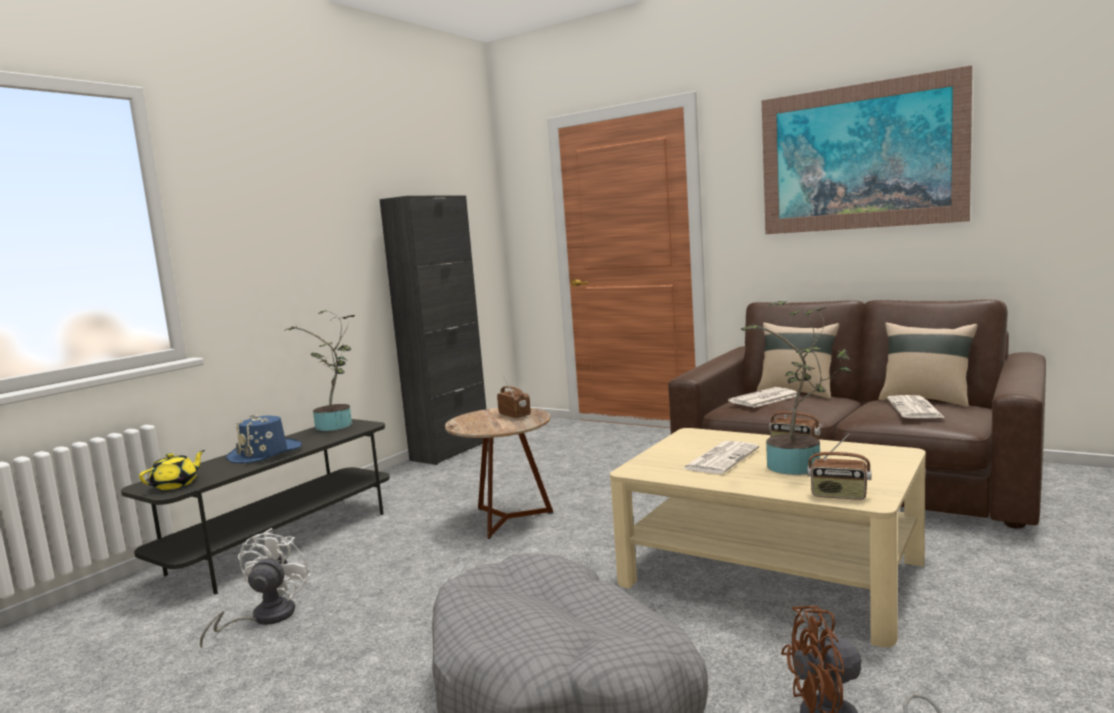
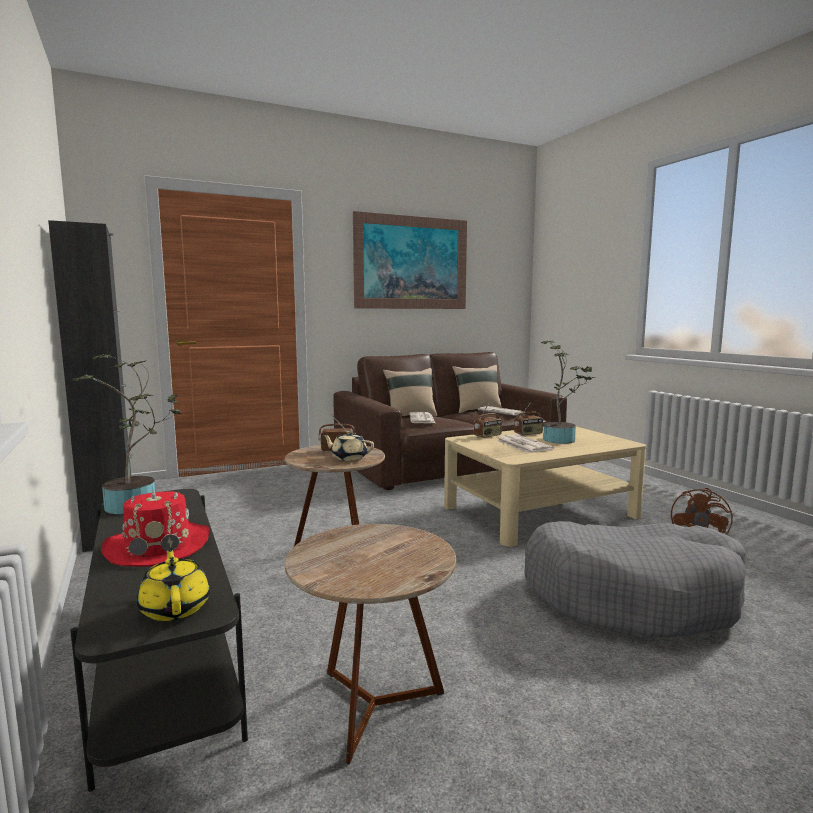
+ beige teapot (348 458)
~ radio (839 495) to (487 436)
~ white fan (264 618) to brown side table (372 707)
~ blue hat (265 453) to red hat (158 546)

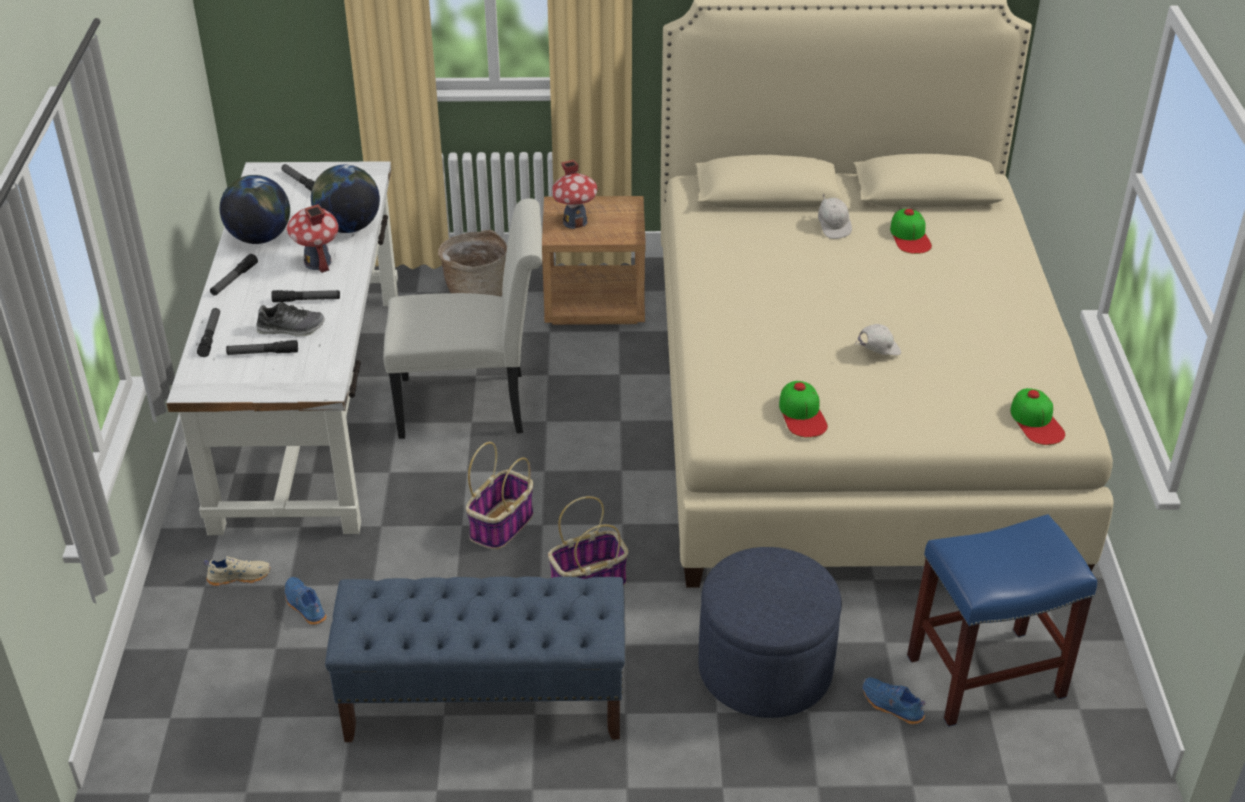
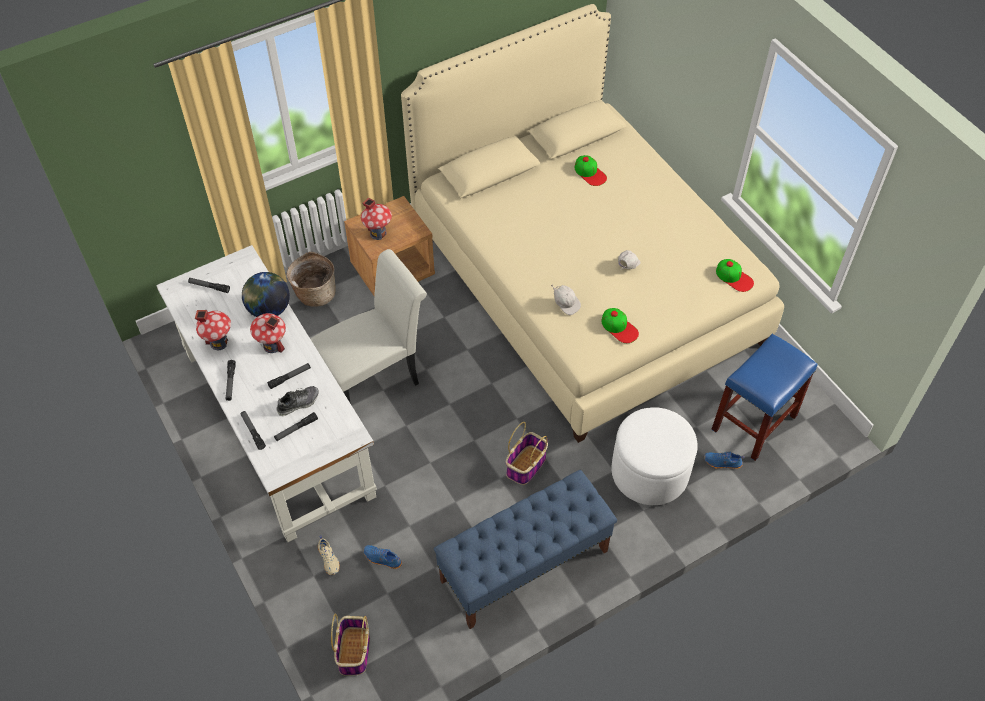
~ basket (501 526) to (354 652)
~ white cap (833 227) to (565 303)
~ globe (260 237) to toy house (219 342)
~ blue ottoman (765 669) to white ottoman (649 472)
~ beige shoe (239 576) = (329 559) 105 degrees clockwise

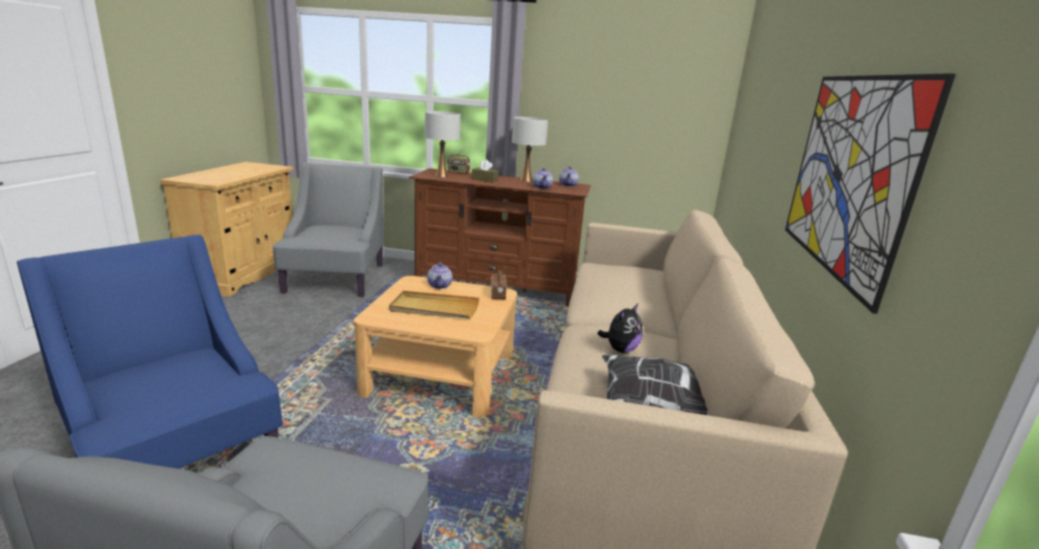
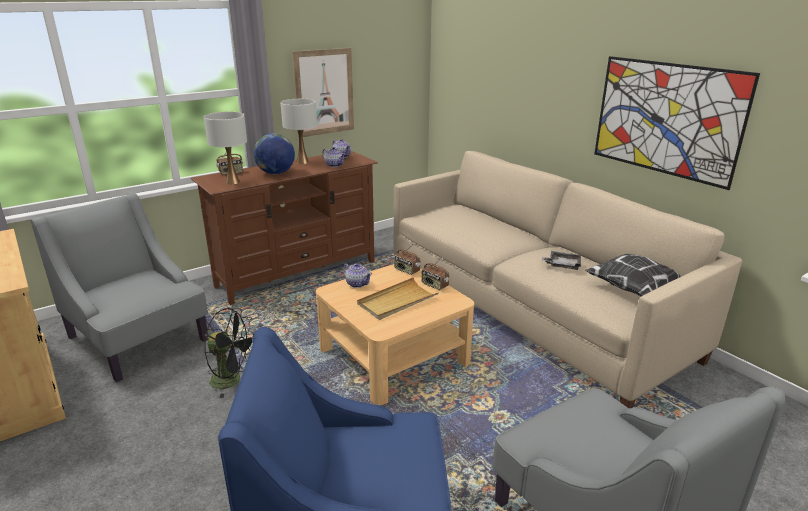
+ black fan (232 380)
+ picture (324 92)
+ radio (434 285)
~ brown tissue box (484 180) to globe (276 173)
~ plush toy (620 349) to grey tray (562 265)

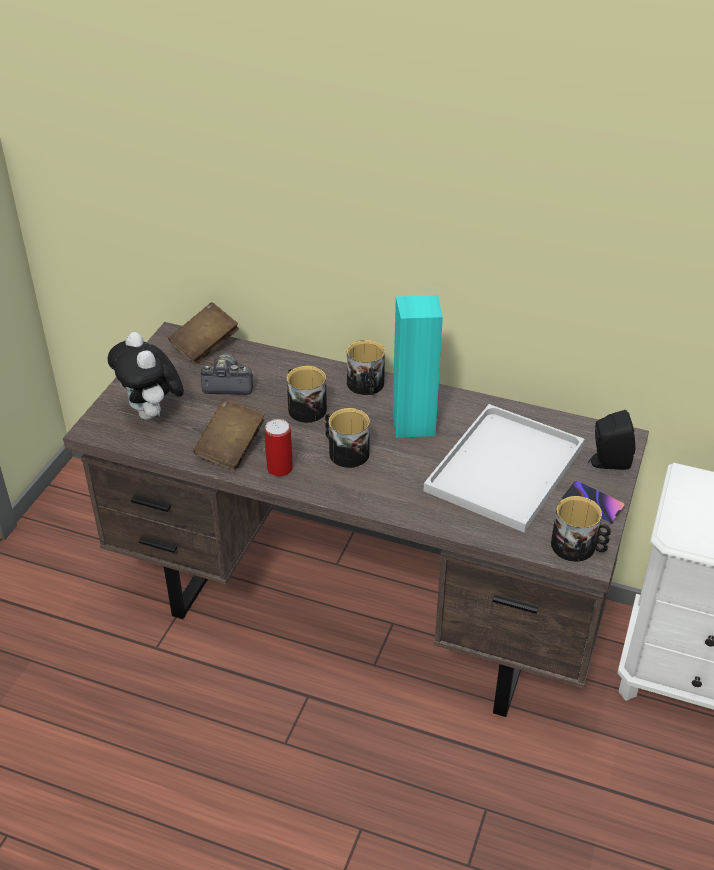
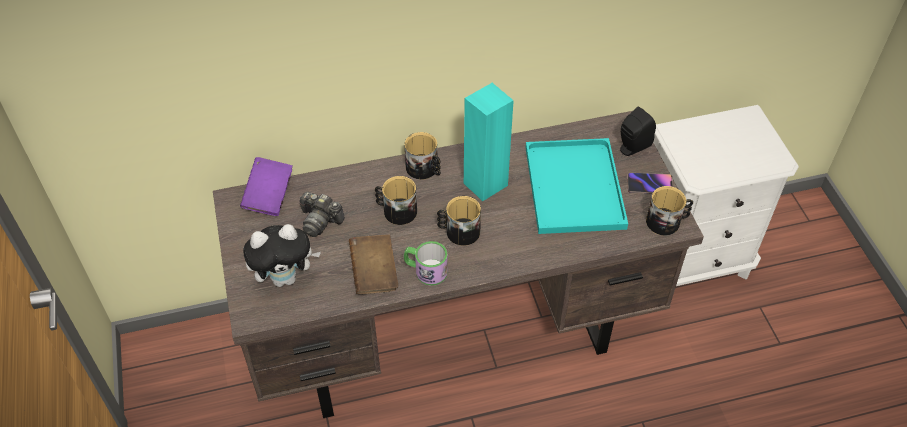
~ can (279 468) to mug (425 270)
~ brown book (205 346) to purple book (269 196)
~ white tray (505 471) to turquoise tray (576 189)
~ plush toy (152 414) = (286 277) 45 degrees counterclockwise
~ photo camera (227 384) = (320 221) 120 degrees counterclockwise

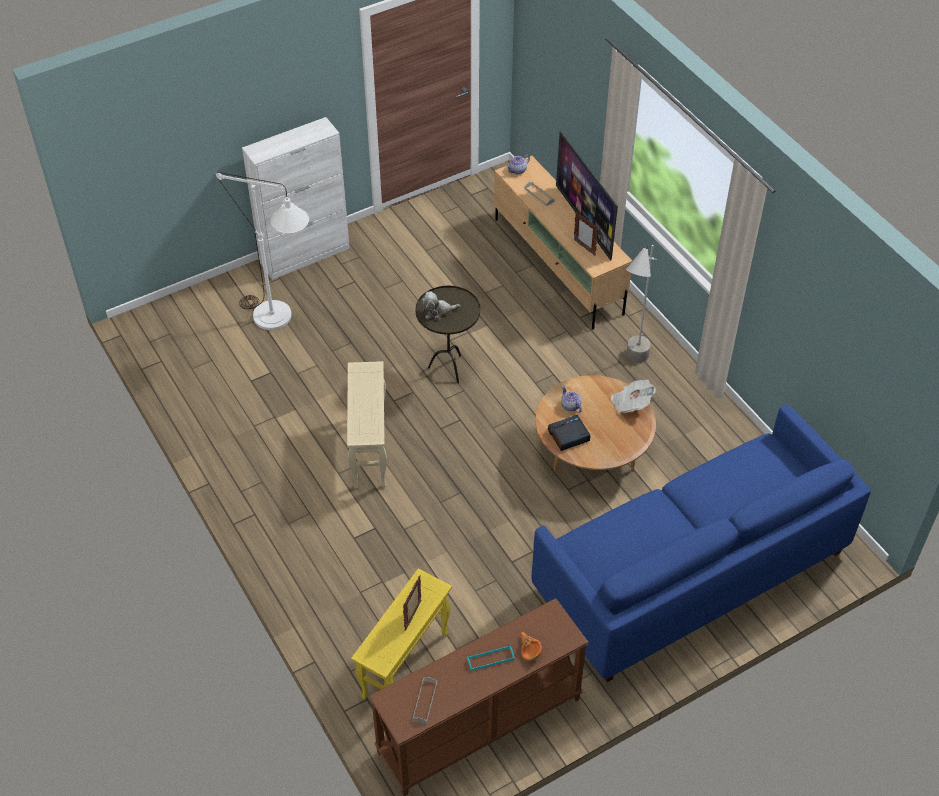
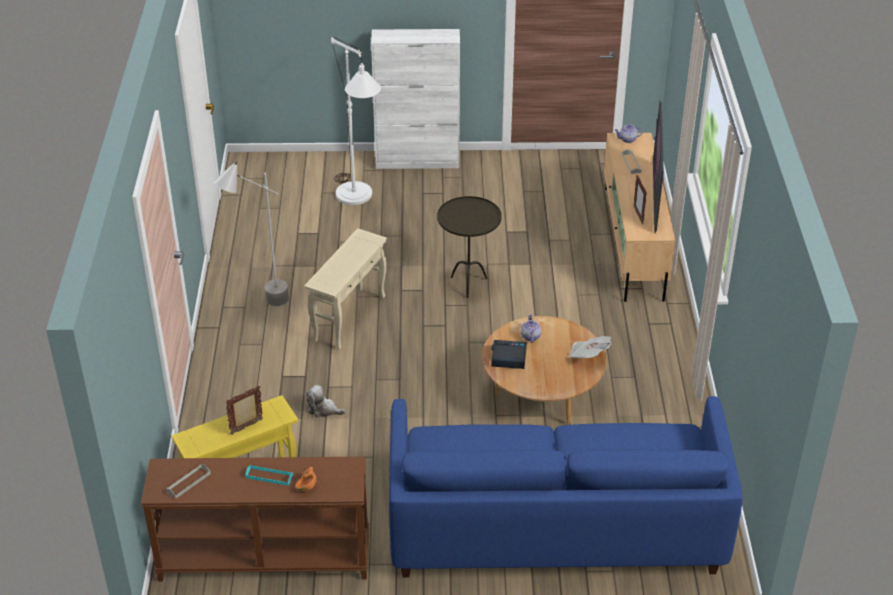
~ plush toy (438 312) to (323 410)
~ grey floor lamp (631 367) to (260 306)

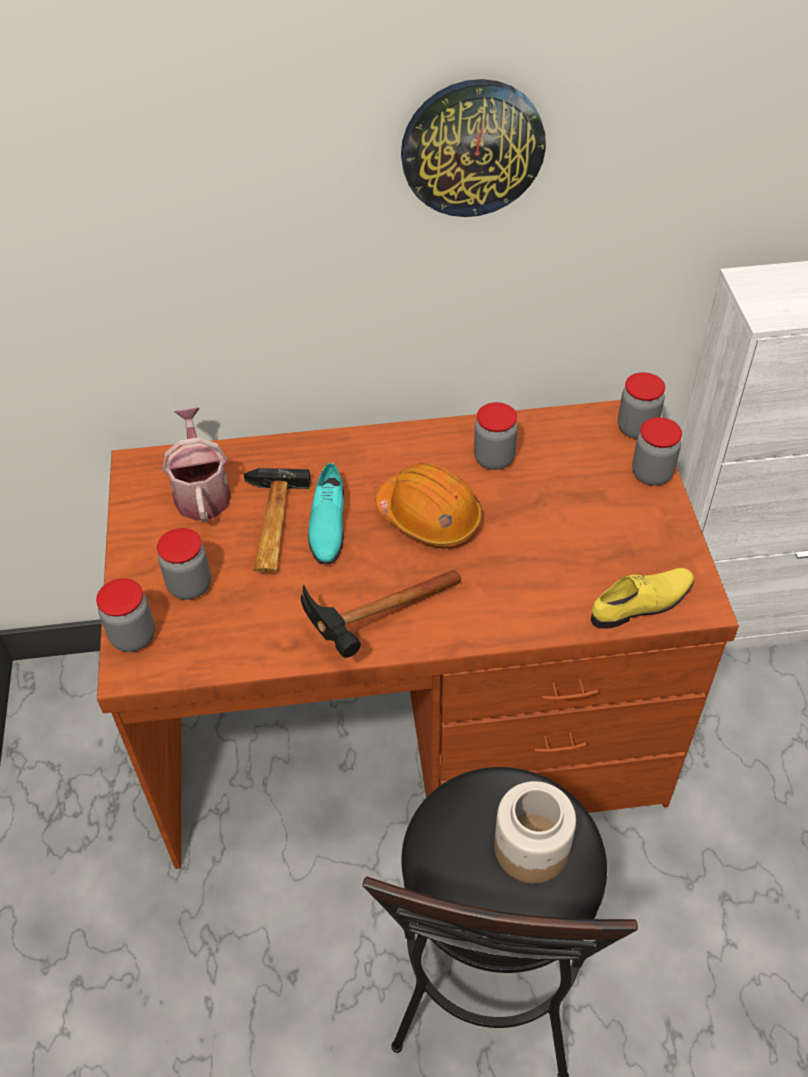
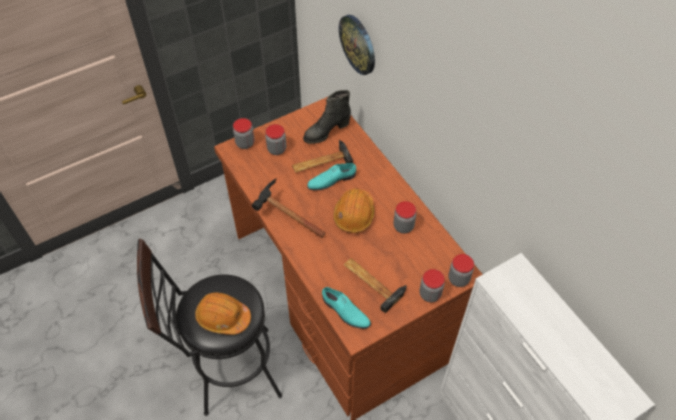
+ hammer (372 281)
~ wall clock (472 148) to (358 44)
~ watering can (201 492) to black boot (326 132)
~ jar (530 848) to orange hard hat (223 317)
~ yellow shoe (643 603) to turquoise shoe (345 312)

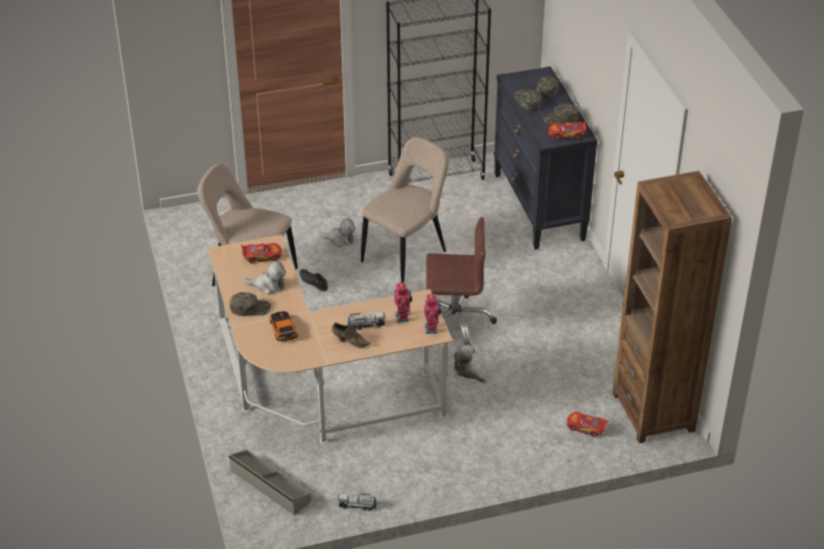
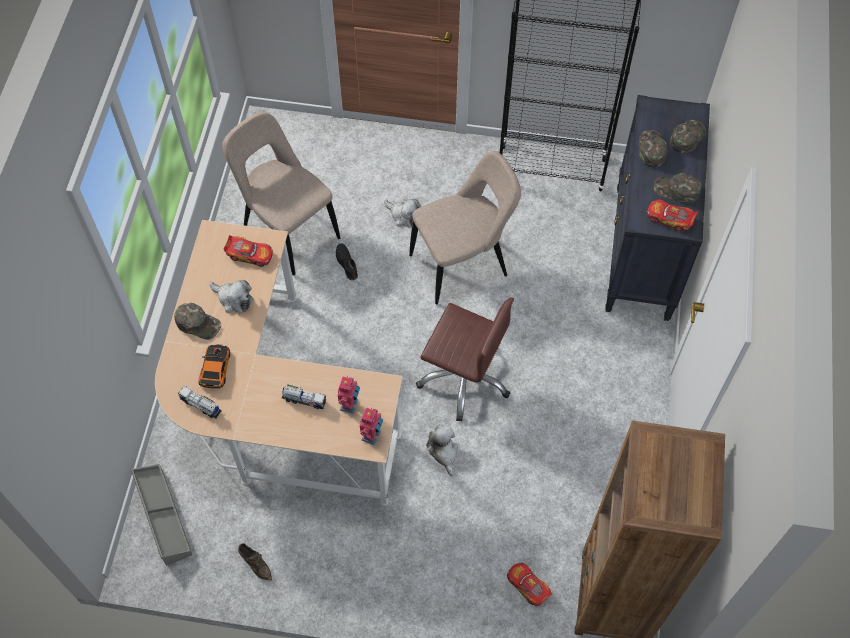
~ brown shoe (350 341) to (255 564)
~ toy truck (357 506) to (201 405)

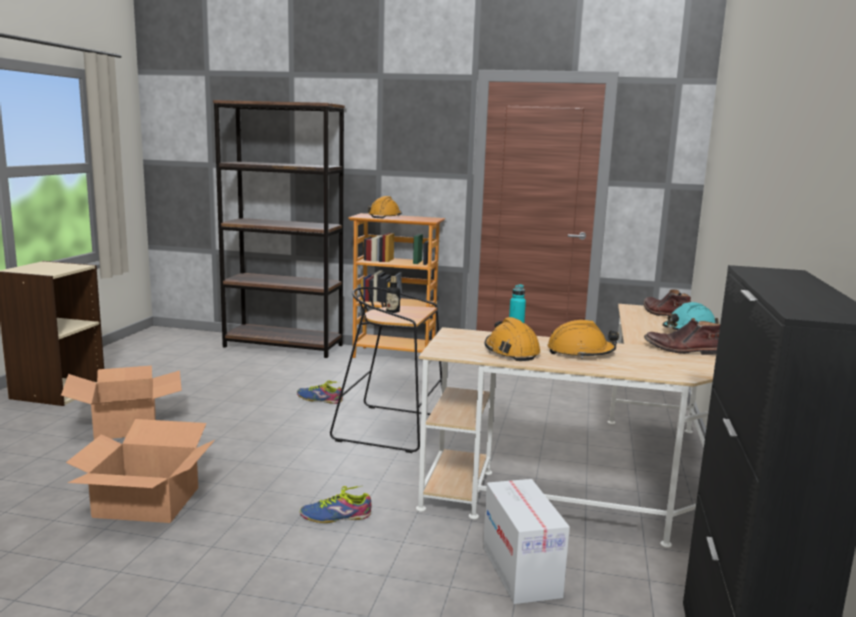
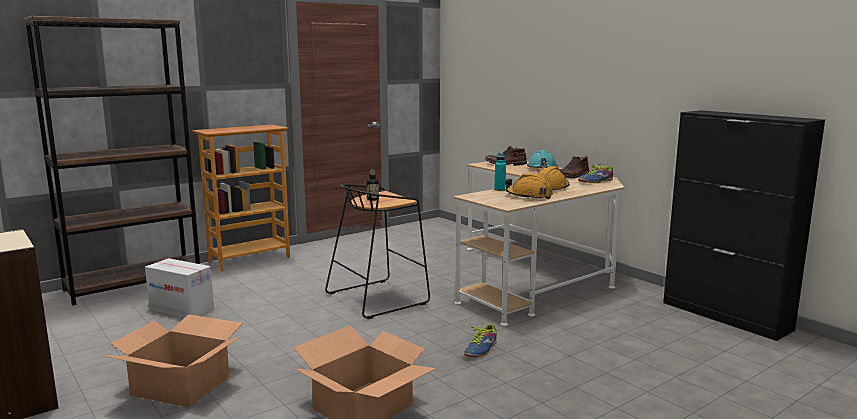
- orange hard hat (385 216)
~ shoe (319 399) to (596 181)
~ cardboard box (520 571) to (181 309)

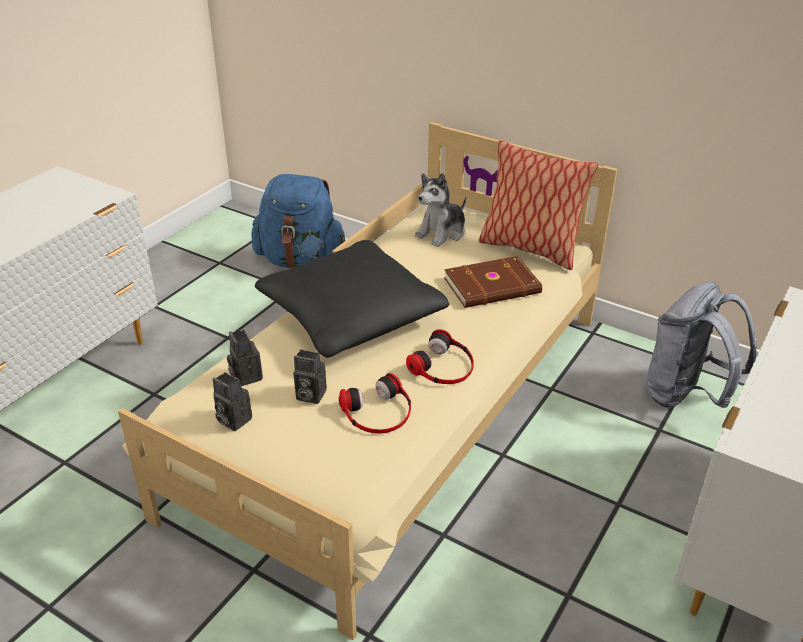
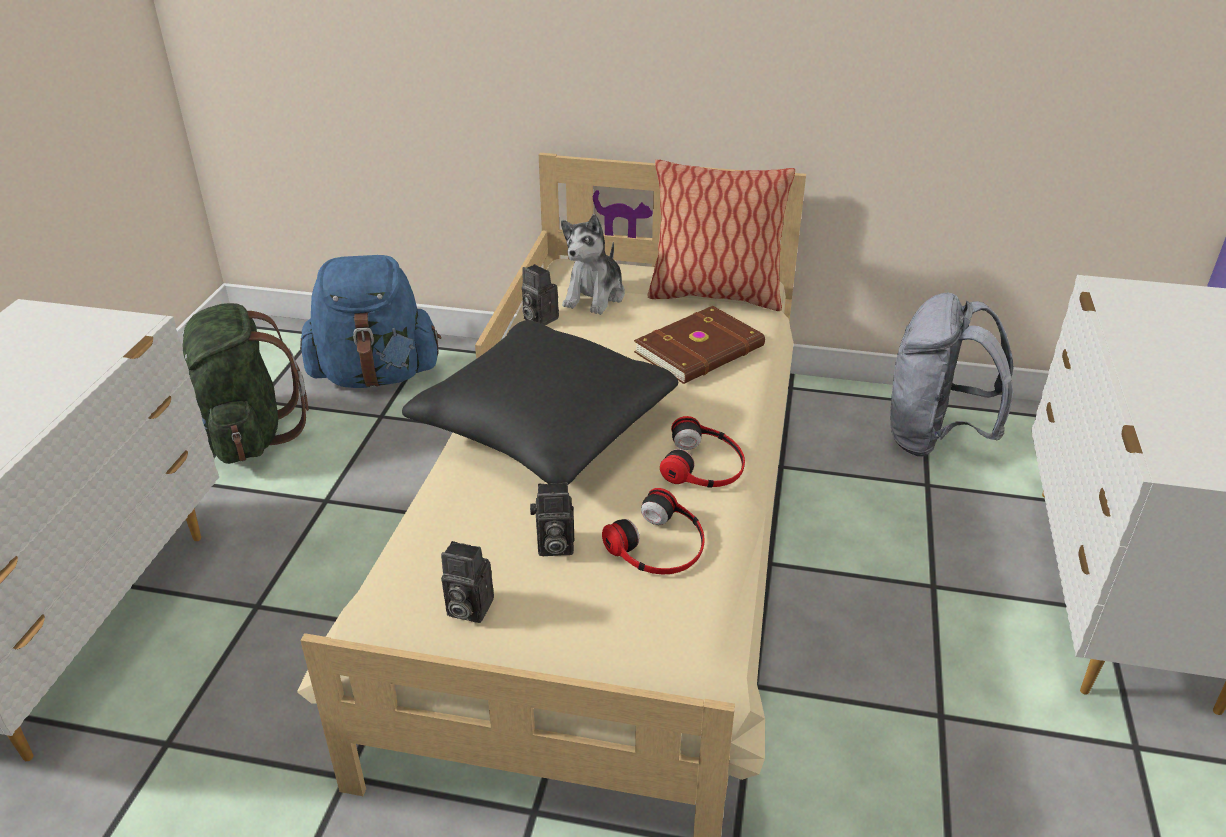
+ green backpack (245 436)
~ photo camera (245 376) to (538 318)

